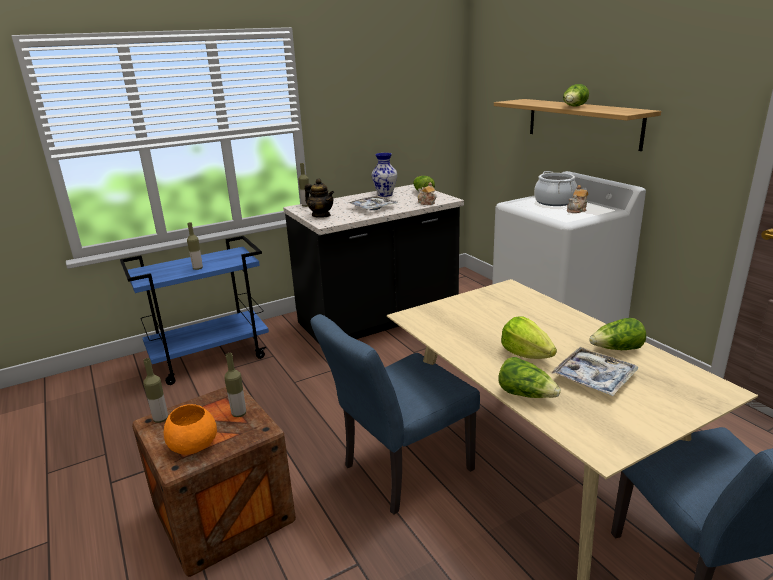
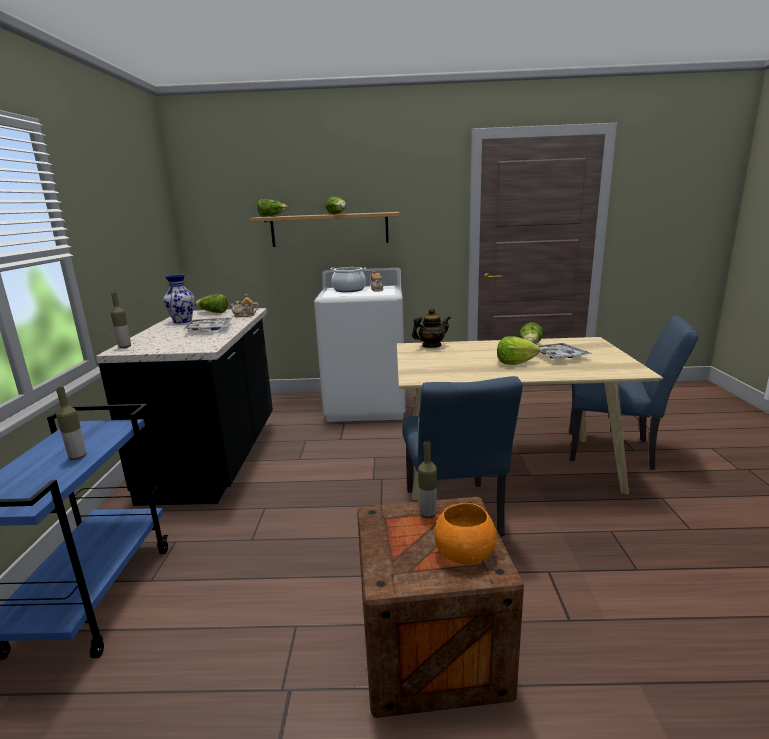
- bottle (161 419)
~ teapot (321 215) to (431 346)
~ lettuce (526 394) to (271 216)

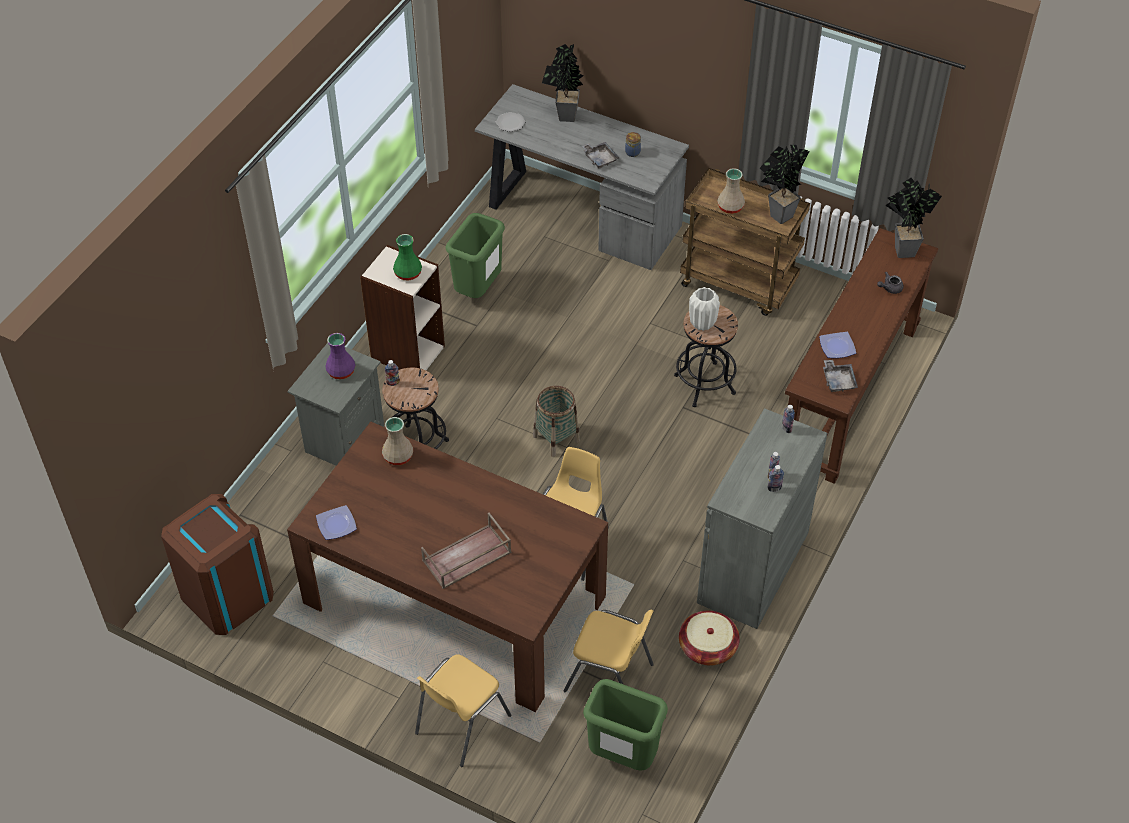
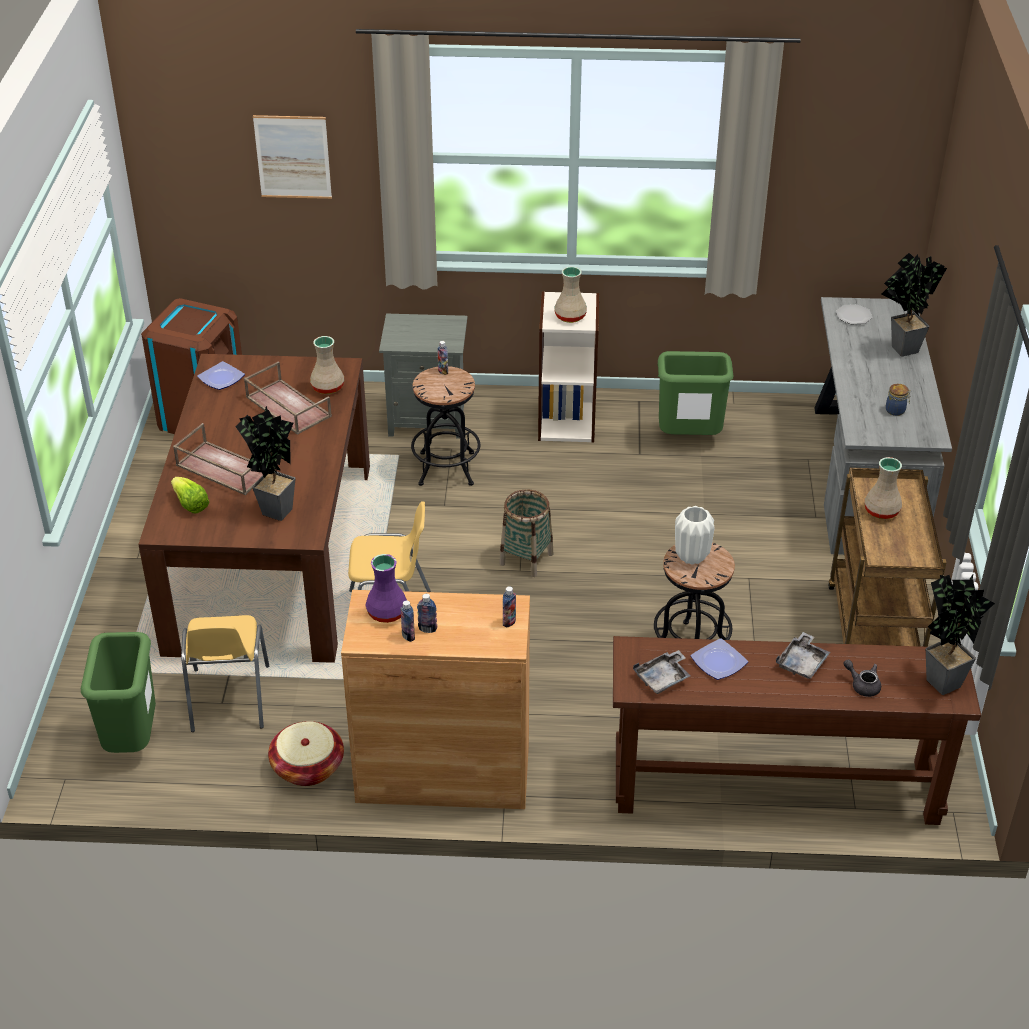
- yellow chair (461 724)
+ lettuce (190 504)
+ brown tray (287 406)
+ picture (293 157)
~ purple vase (340 371) to (387 612)
~ grey tray (600 158) to (802 662)
~ potted plant (777 216) to (274 508)
~ green vase (408 272) to beige vase (571 316)
~ grey cabinet (753 567) to brown cabinet (443 773)

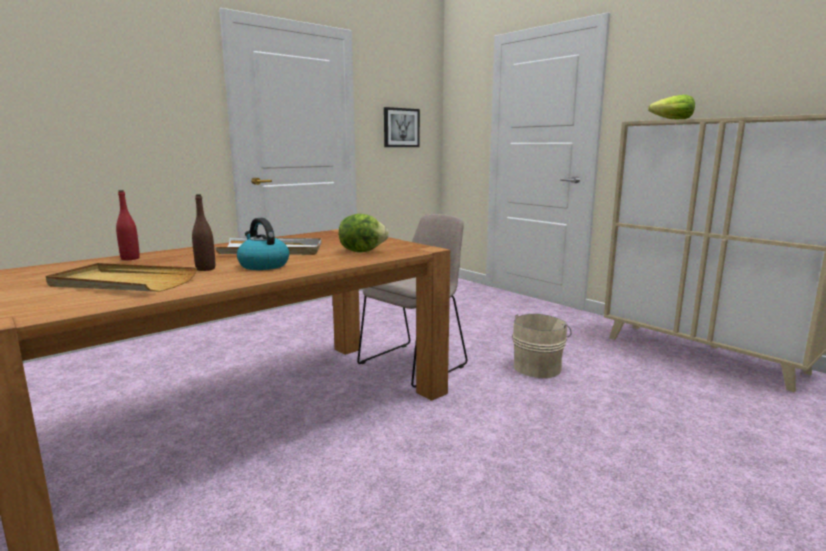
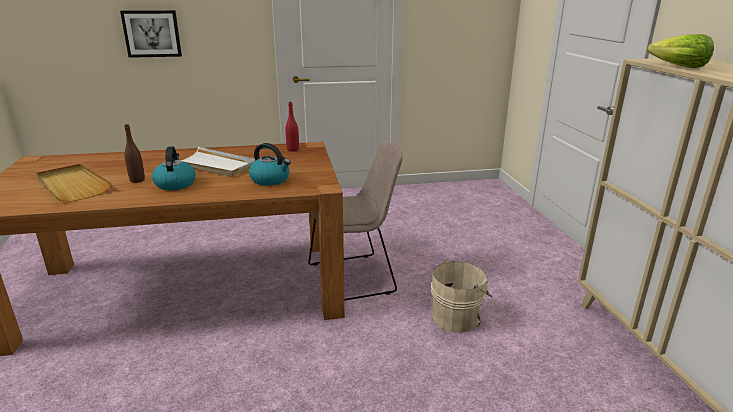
~ red bottle (130 258) to (293 149)
~ picture (401 128) to (152 33)
~ lettuce (362 251) to kettle (270 180)

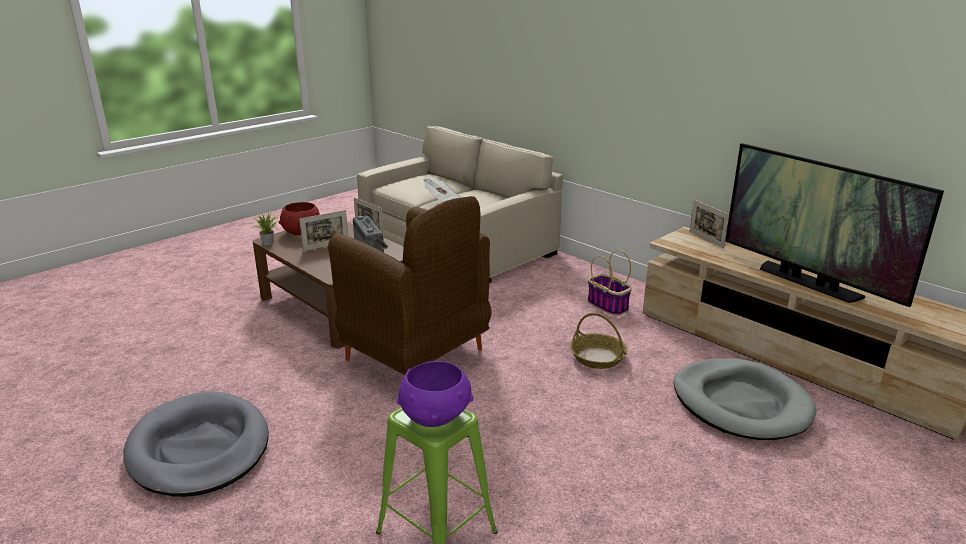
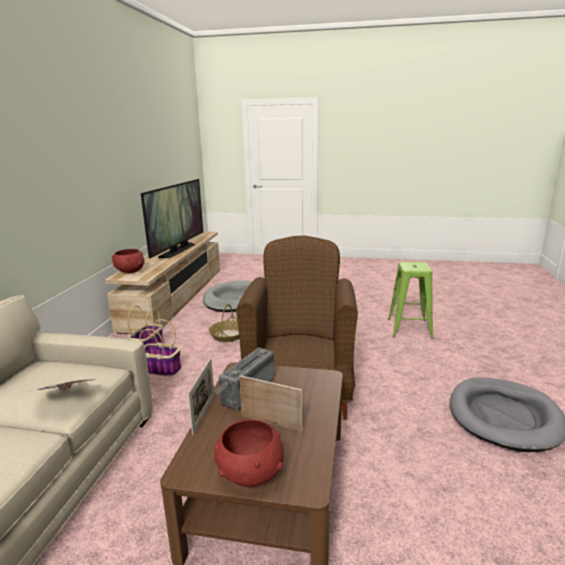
- potted plant (269 243)
- purple bowl (435 416)
+ basket (161 369)
~ picture frame (706 240) to red bowl (130 271)

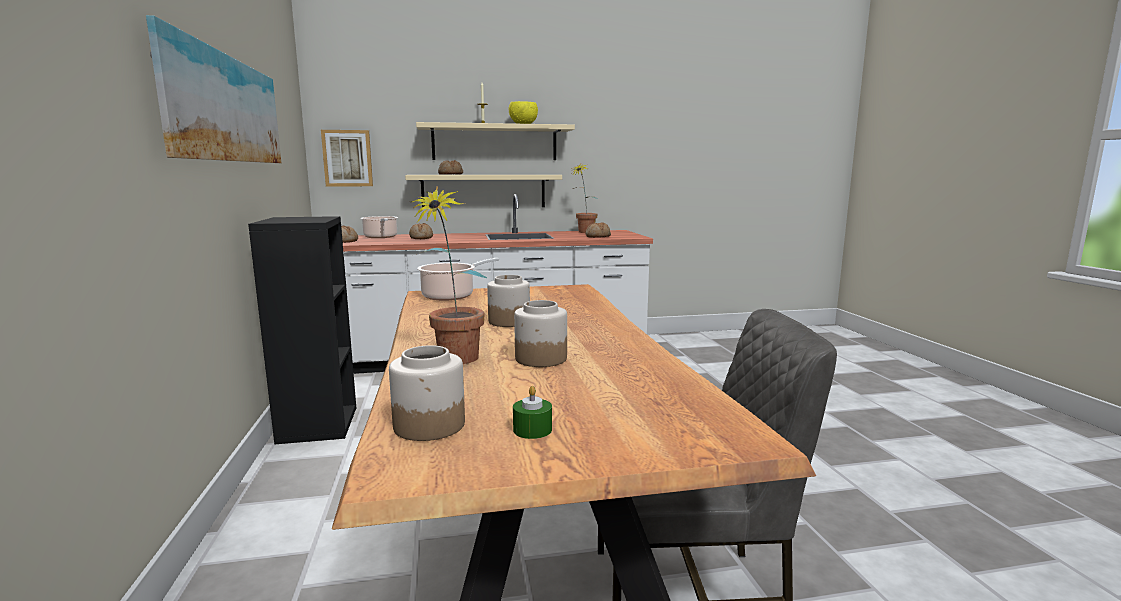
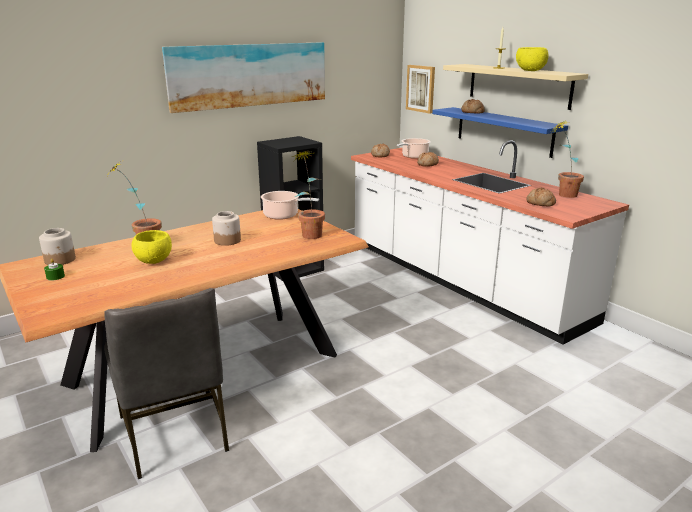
+ potted plant (310 233)
~ jar (540 358) to yellow bowl (154 261)
~ beige shelf (484 191) to blue shelf (503 131)

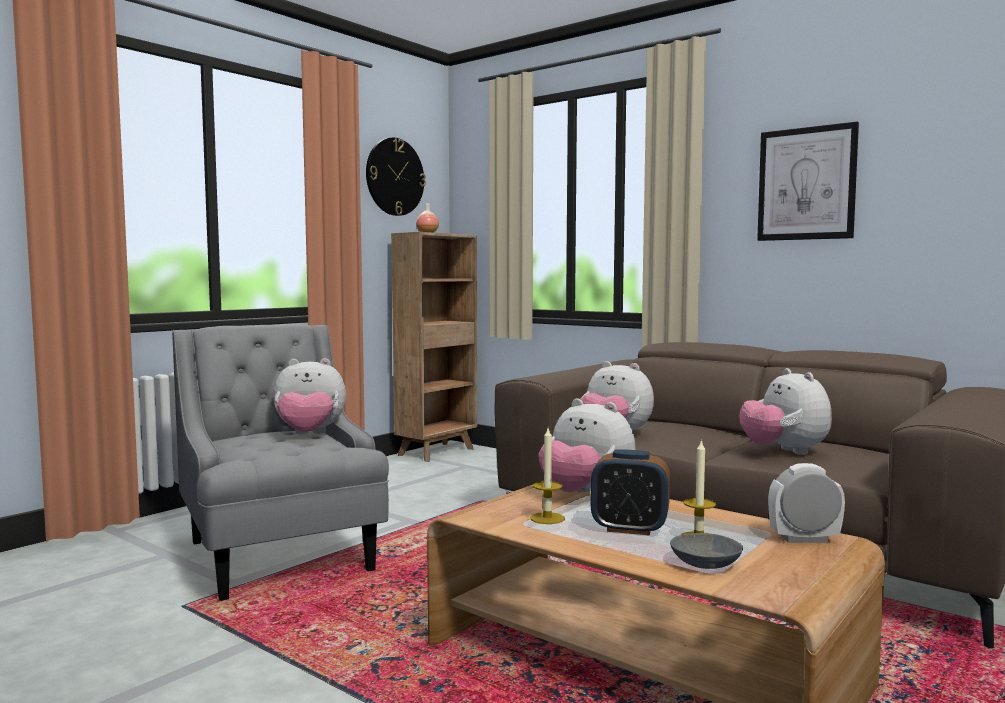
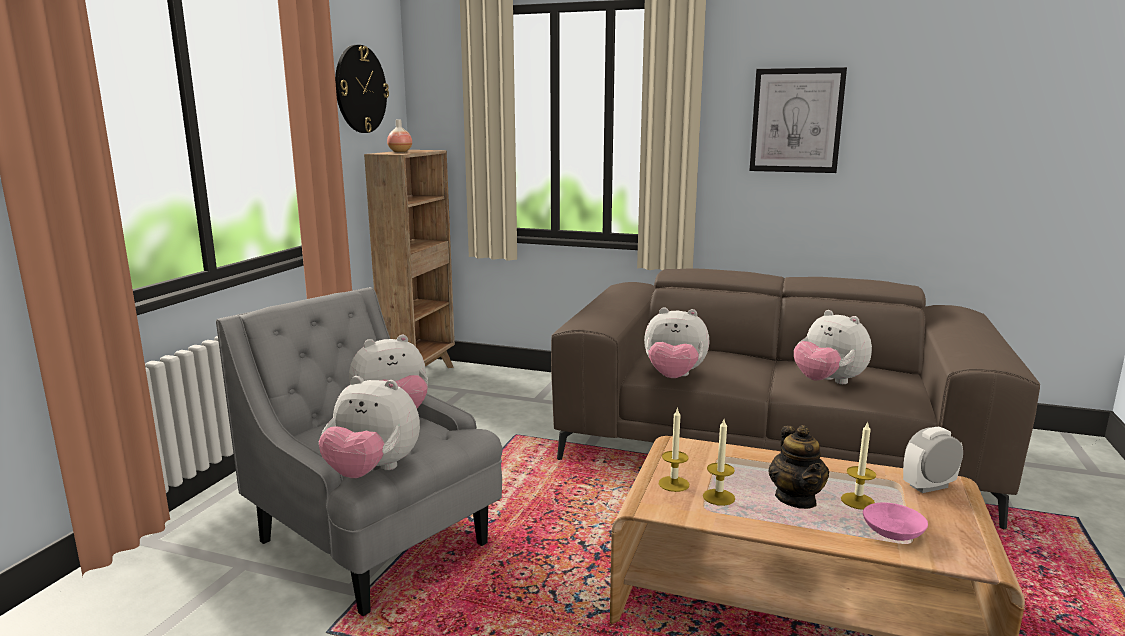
+ candle (673 484)
~ plush toy (585 495) to (372 471)
~ alarm clock (629 529) to teapot (796 499)
~ grey bowl (706 563) to pink bowl (893 531)

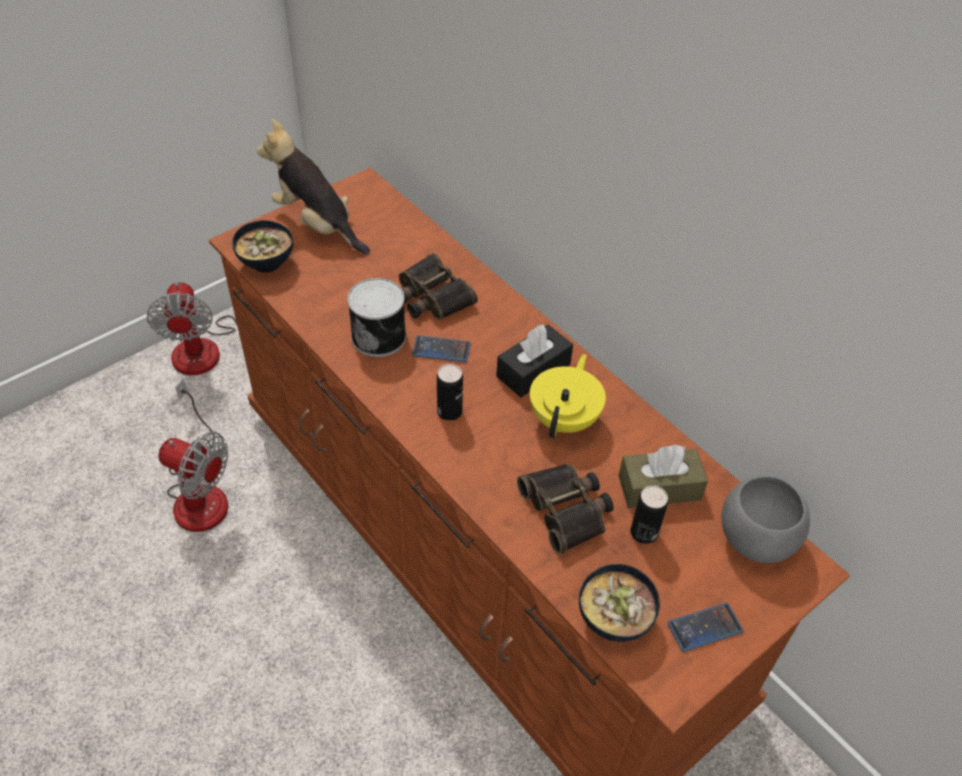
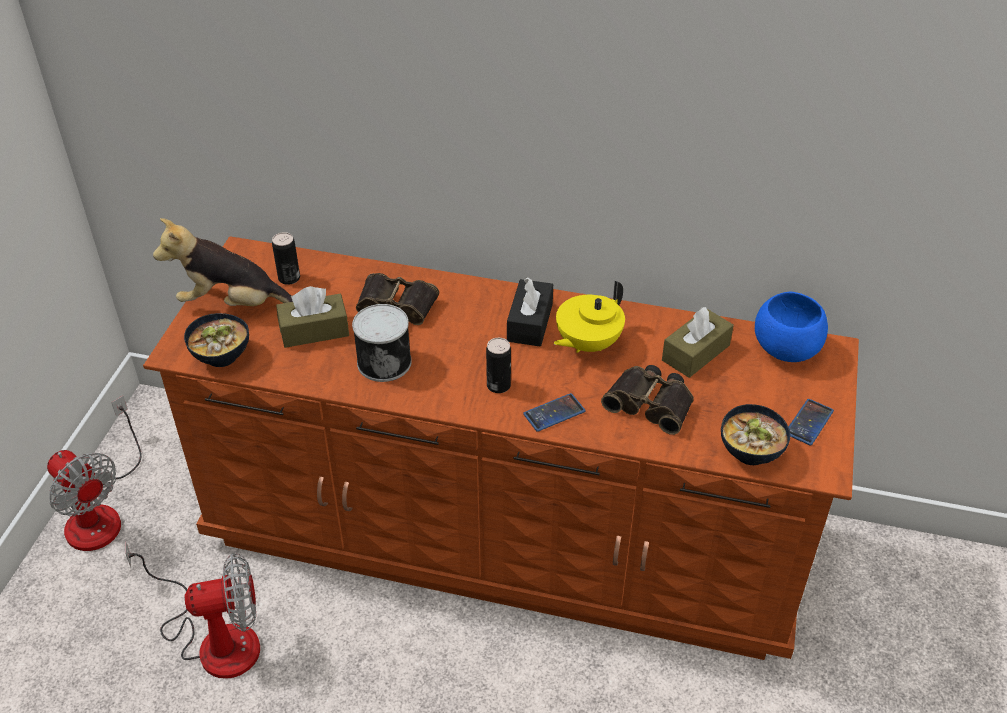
+ brown tissue box (314 330)
~ phone (441 349) to (554 413)
~ can (644 532) to (289 278)
~ grey bowl (757 538) to blue bowl (786 349)
~ yellow teapot (565 419) = (587 343) 120 degrees counterclockwise

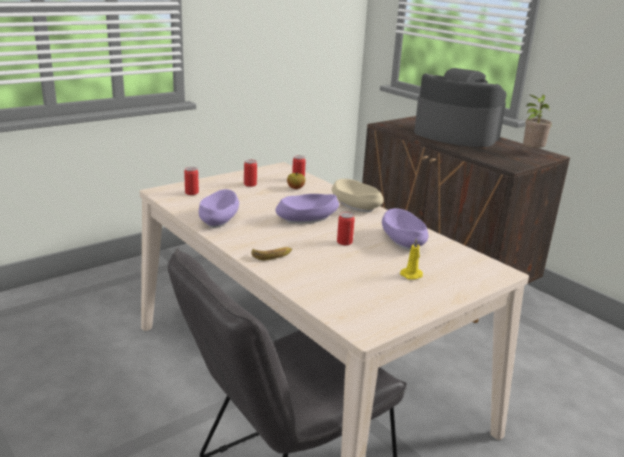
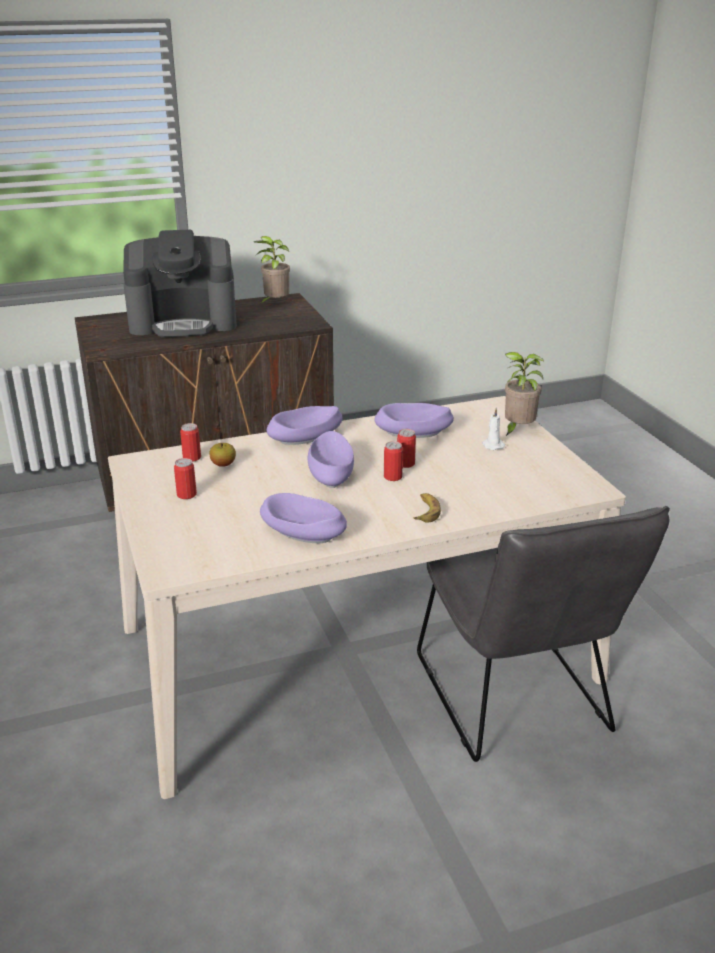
+ potted plant (517 430)
~ can (191 193) to (392 477)
~ beige bowl (356 205) to purple bowl (305 437)
~ yellow candle (412 275) to white candle (492 445)
~ coffee machine (455 135) = (184 321) 150 degrees counterclockwise

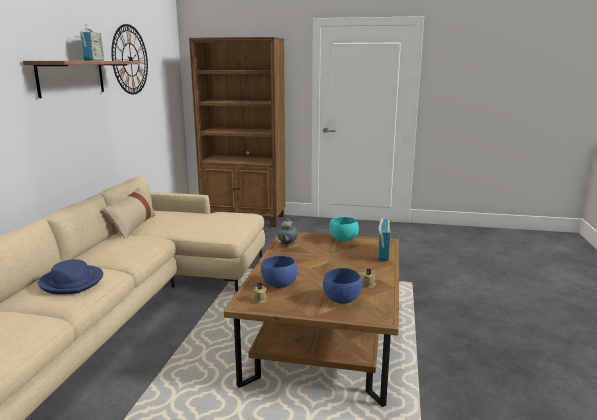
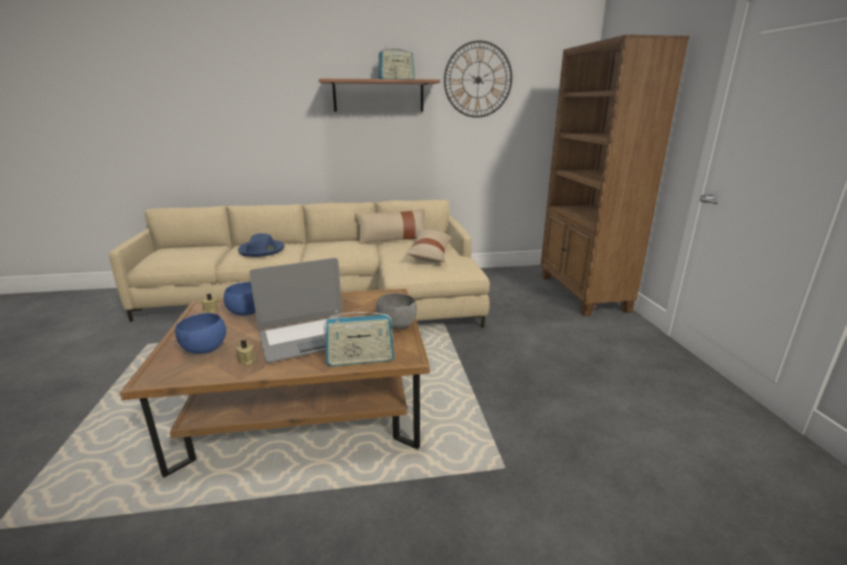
- teapot (287 246)
+ laptop (307 338)
+ beige pillow (430 254)
~ turquoise bowl (343 240) to grey bowl (395 326)

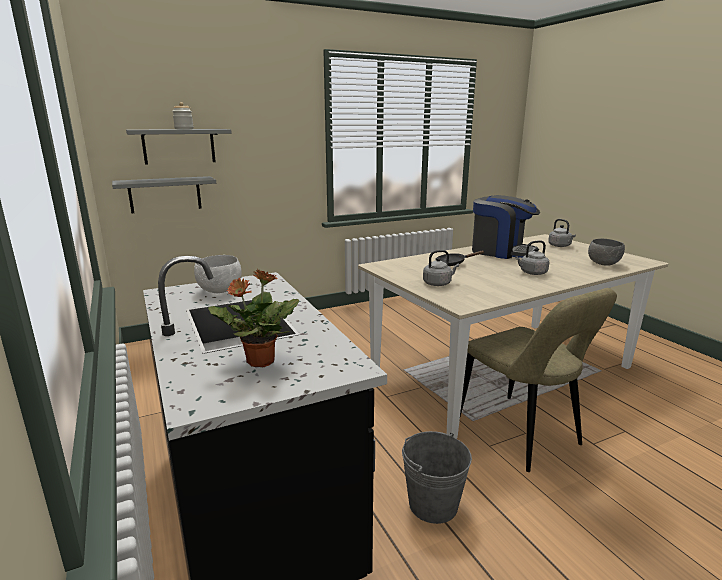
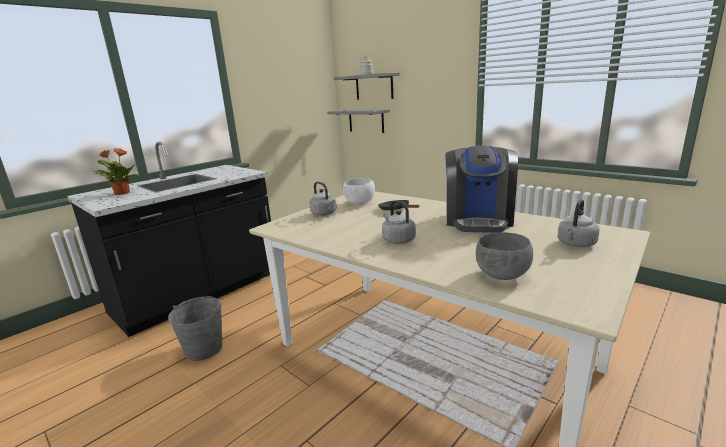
- beige chair (521 434)
~ white bowl (220 291) to (359 203)

